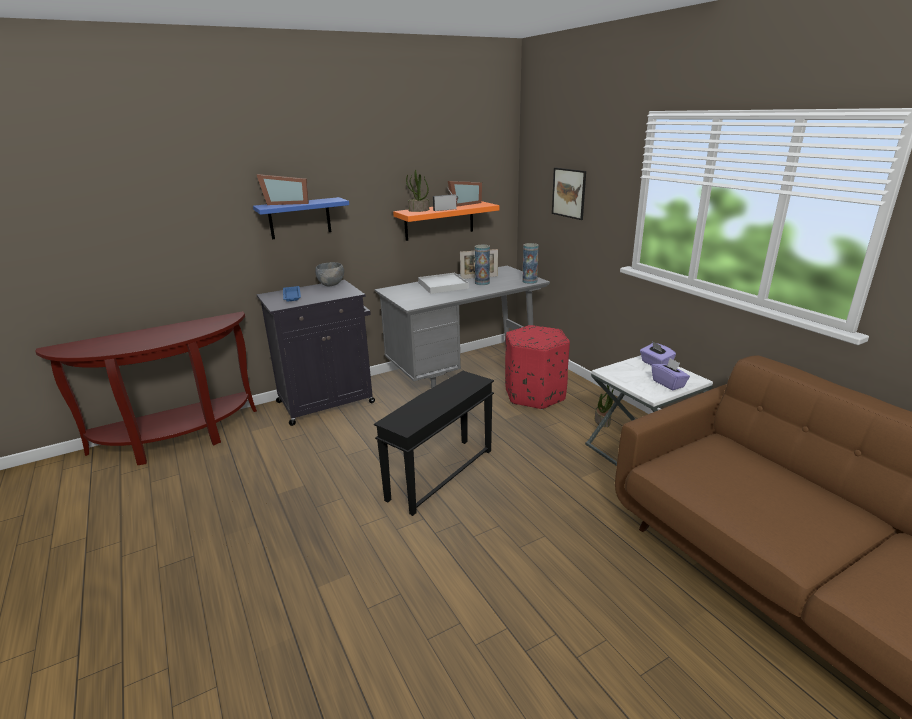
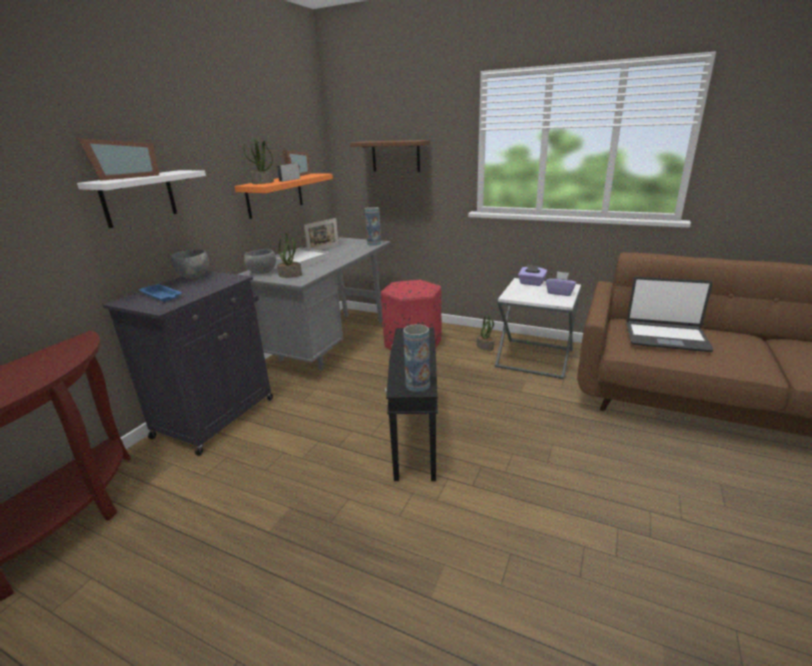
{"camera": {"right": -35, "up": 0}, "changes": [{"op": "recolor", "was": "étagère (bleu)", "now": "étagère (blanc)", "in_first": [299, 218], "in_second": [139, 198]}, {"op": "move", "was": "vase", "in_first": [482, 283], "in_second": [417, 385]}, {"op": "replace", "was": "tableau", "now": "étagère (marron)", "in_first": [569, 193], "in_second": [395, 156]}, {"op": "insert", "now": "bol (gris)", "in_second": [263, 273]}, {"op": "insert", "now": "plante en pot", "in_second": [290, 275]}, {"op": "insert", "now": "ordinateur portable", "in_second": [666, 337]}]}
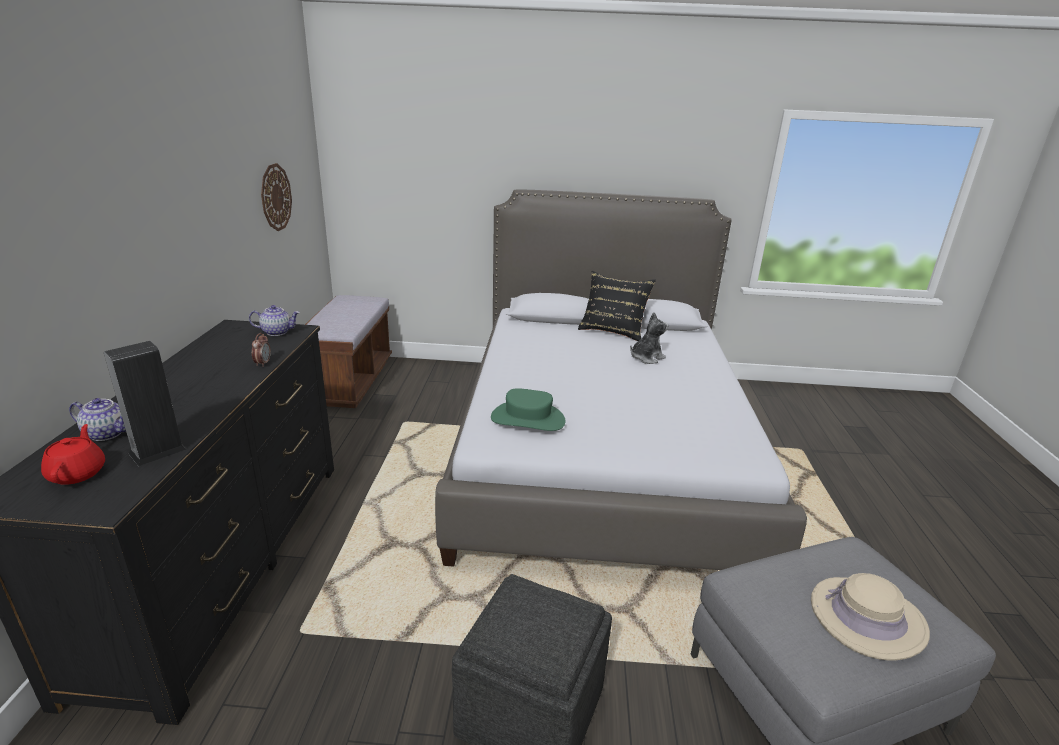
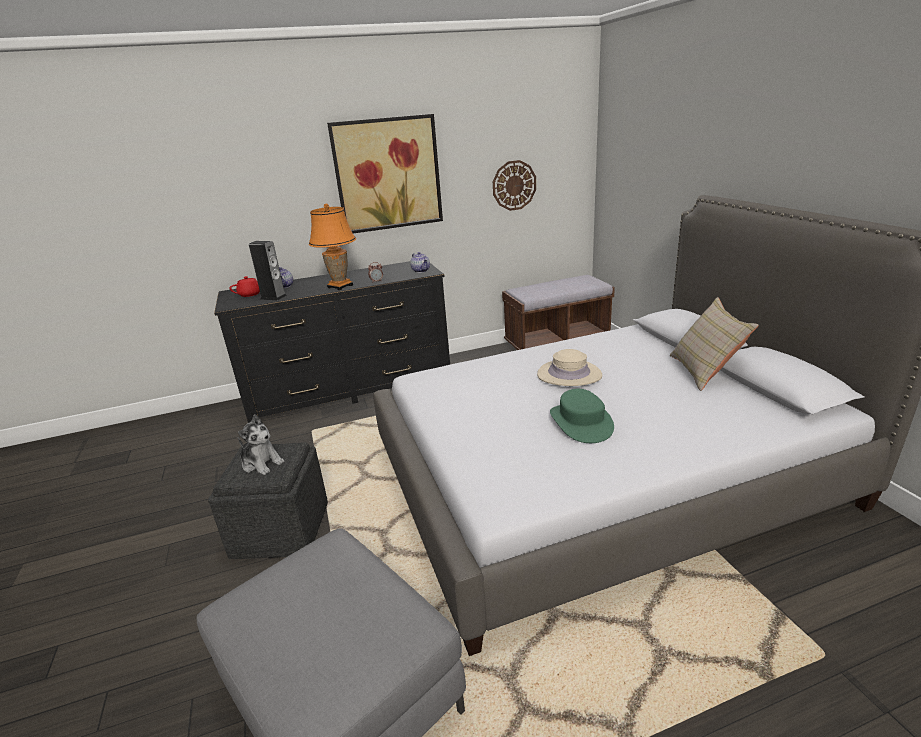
{"camera": {"right": 70, "up": 0}, "changes": [{"op": "move", "was": "chapeau (vert)", "in_first": [528, 419], "in_second": [581, 422]}, {"op": "recolor", "was": "coussin (noir)", "now": "coussin (beige)", "in_first": [613, 330], "in_second": [705, 371]}, {"op": "move", "was": "peluche", "in_first": [646, 358], "in_second": [262, 463]}, {"op": "move", "was": "chapeau (beige)", "in_first": [867, 618], "in_second": [569, 375]}, {"op": "insert", "now": "lampe de table (orange)", "in_second": [340, 286]}, {"op": "insert", "now": "tableau", "in_second": [388, 174]}]}
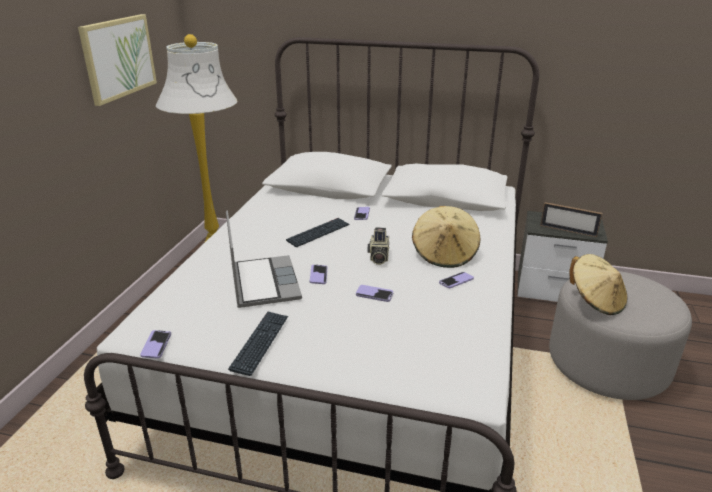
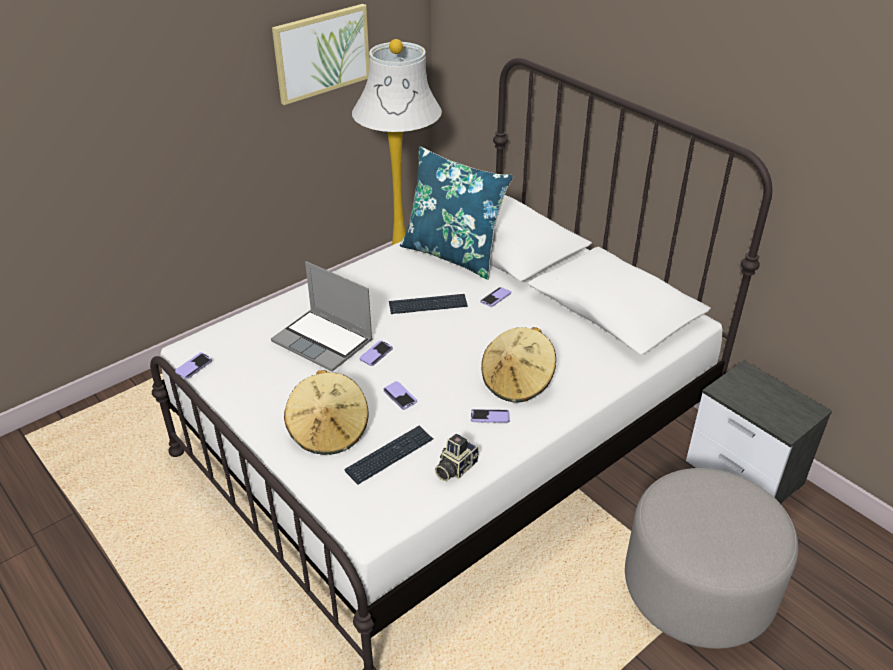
{"camera": {"right": 35, "up": 10}, "changes": [{"op": "rotate", "was": "ordinateur portable", "in_first": [263, 282], "in_second": [324, 341], "clockwise": 105}, {"op": "move", "was": "clavier", "in_first": [260, 343], "in_second": [390, 456]}, {"op": "move", "was": "appareil photo", "in_first": [378, 257], "in_second": [454, 468]}, {"op": "delete", "was": "cadre photo", "in_first": [568, 231]}, {"op": "move", "was": "chapeau (beige)", "in_first": [595, 301], "in_second": [329, 431]}, {"op": "insert", "now": "coussin (bleu)", "in_second": [453, 254]}]}
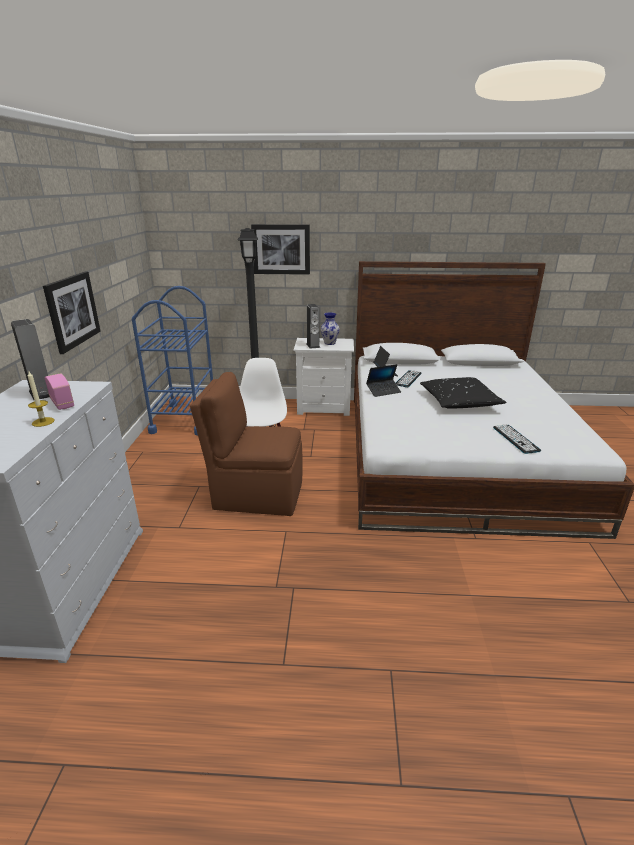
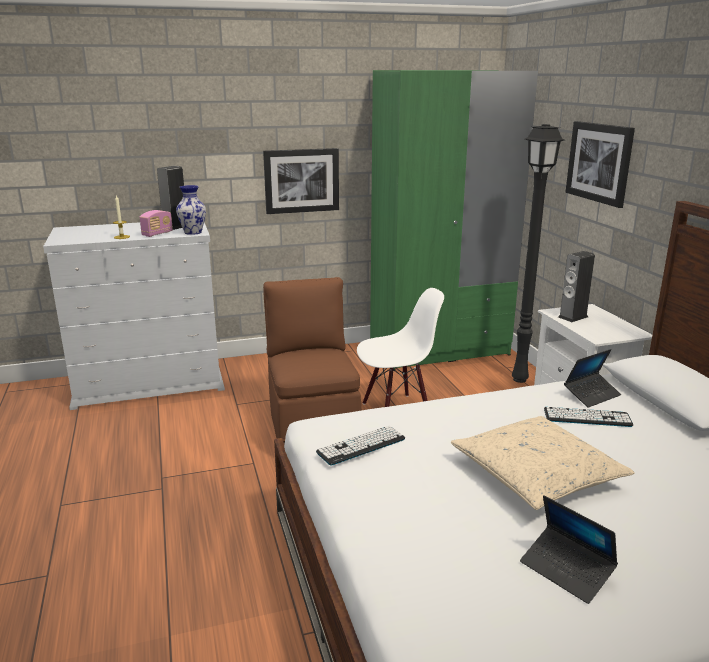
{"camera": {"right": 70, "up": -5}, "changes": [{"op": "replace", "was": "chariot (bleu)", "now": "armoire (vert)", "in_first": [185, 419], "in_second": [439, 349]}, {"op": "move", "was": "vase", "in_first": [329, 343], "in_second": [193, 232]}, {"op": "move", "was": "ordinateur portable", "in_first": [383, 391], "in_second": [566, 570]}, {"op": "recolor", "was": "coussin (noir)", "now": "coussin (beige)", "in_first": [459, 401], "in_second": [536, 474]}, {"op": "move", "was": "clavier", "in_first": [515, 439], "in_second": [361, 446]}]}
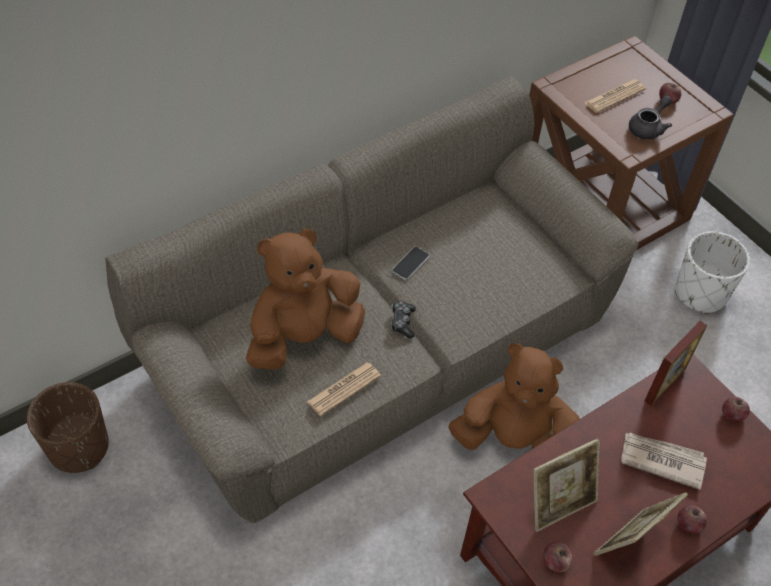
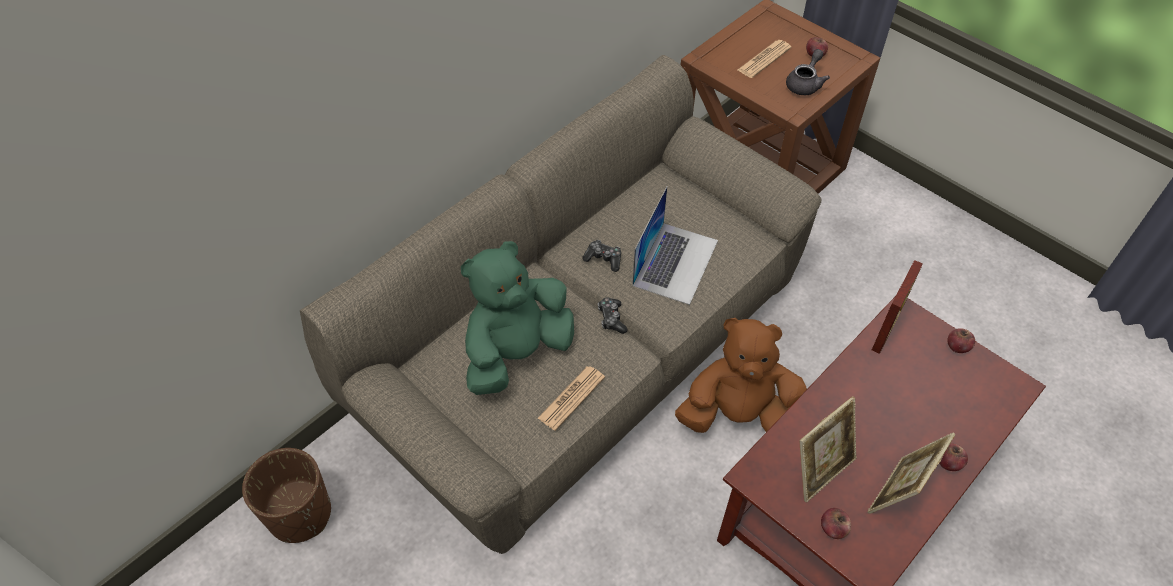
{"camera": {"right": -10, "up": 0}, "changes": [{"op": "recolor", "was": "peluche (marron)", "now": "peluche (vert)", "in_first": [304, 337], "in_second": [516, 353]}, {"op": "replace", "was": "téléphone", "now": "manette", "in_first": [410, 263], "in_second": [603, 259]}, {"op": "delete", "was": "journal", "in_first": [661, 460]}, {"op": "delete", "was": "cache-pot (blanc)", "in_first": [700, 293]}, {"op": "insert", "now": "ordinateur portable", "in_second": [675, 262]}]}
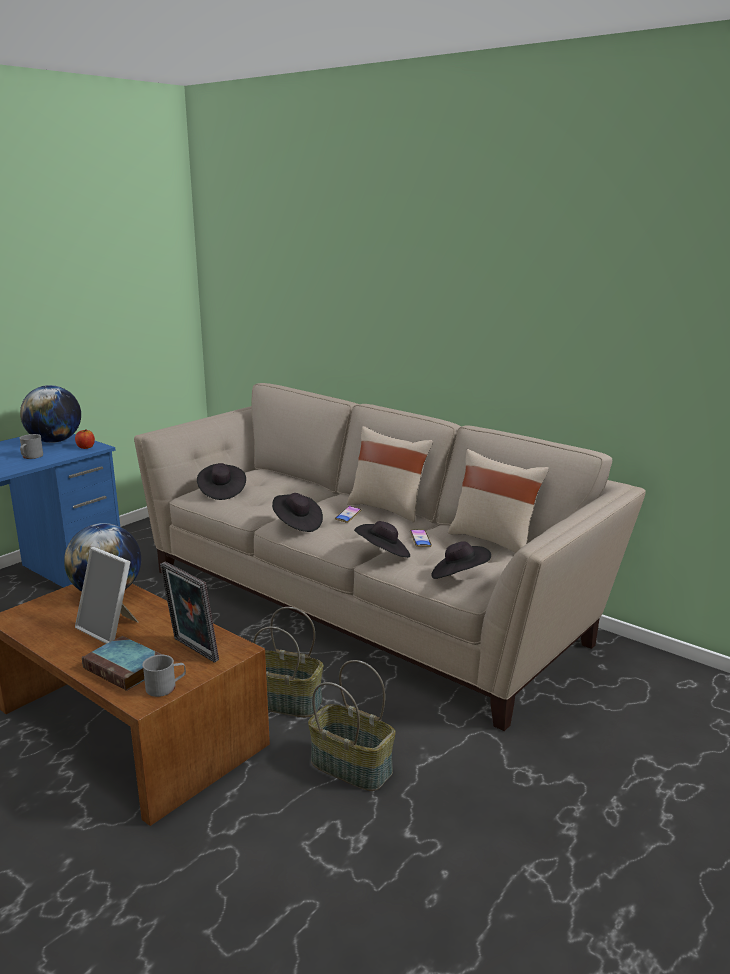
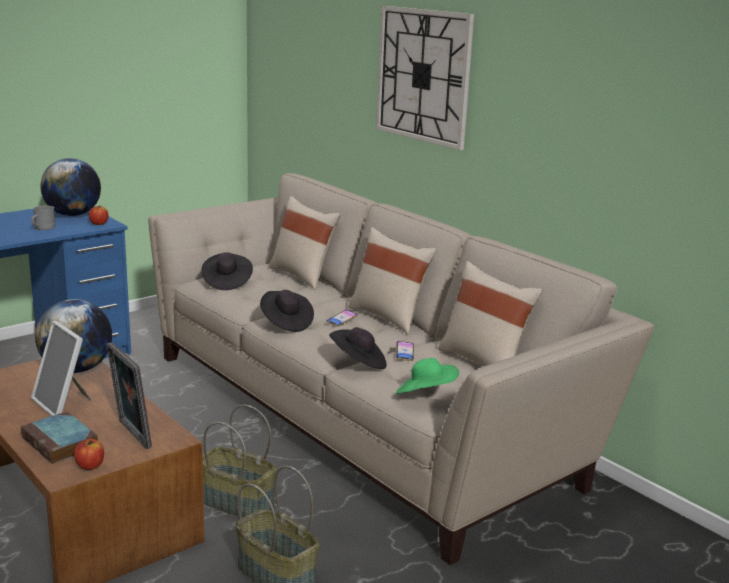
{"camera": {"right": 10, "up": 0}, "changes": [{"op": "replace", "was": "mug (gris)", "now": "pomme", "in_first": [166, 687], "in_second": [90, 465]}, {"op": "recolor", "was": "chapeau (noir)", "now": "chapeau (vert)", "in_first": [459, 576], "in_second": [425, 395]}, {"op": "insert", "now": "coussin (beige)", "in_second": [303, 276]}, {"op": "insert", "now": "horloge murale", "in_second": [423, 75]}]}
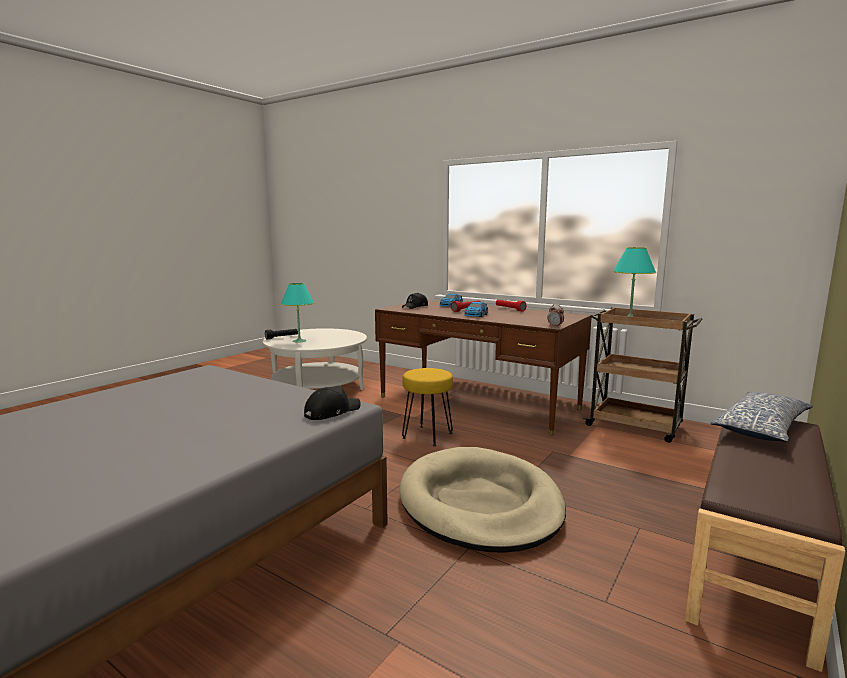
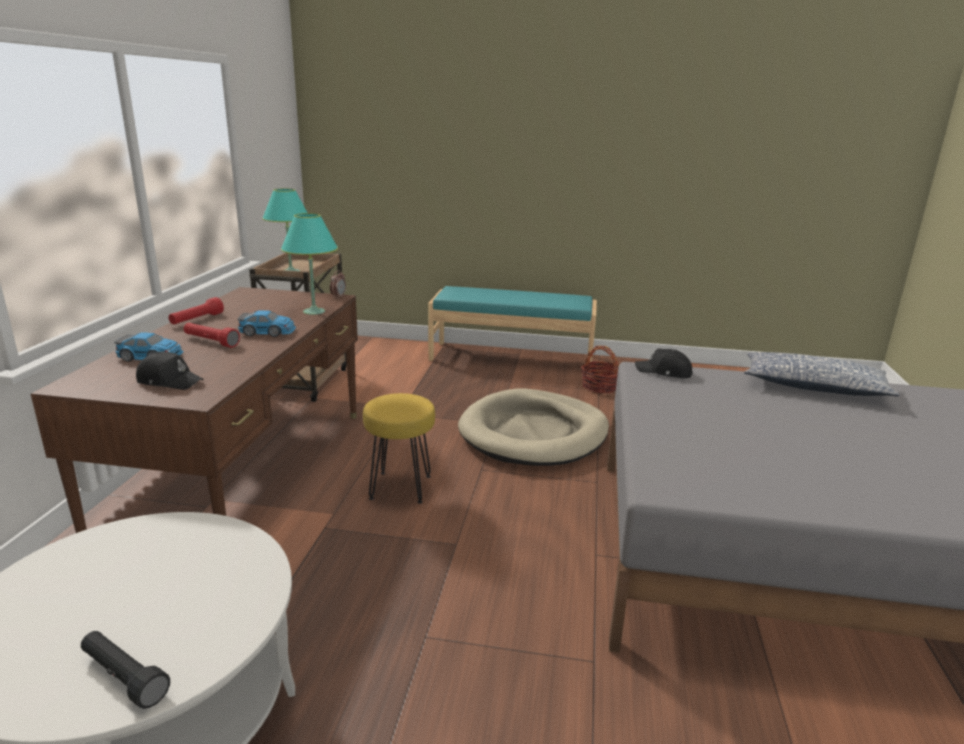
{"camera": {"right": -115, "up": 10}, "changes": [{"op": "move", "was": "lampe de table (turquoise)", "in_first": [299, 341], "in_second": [314, 311]}, {"op": "recolor", "was": "banc (marron)", "now": "banc (turquoise)", "in_first": [757, 556], "in_second": [511, 357]}, {"op": "move", "was": "coussin", "in_first": [762, 428], "in_second": [813, 387]}, {"op": "insert", "now": "panier", "in_second": [600, 386]}]}
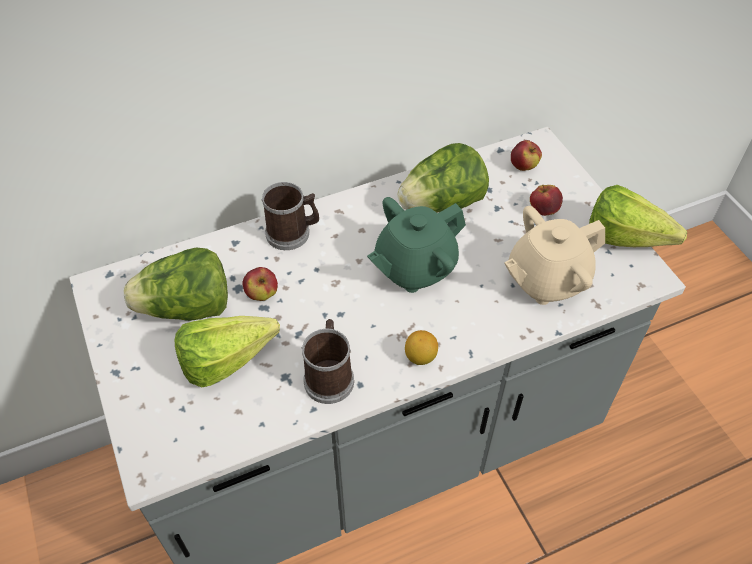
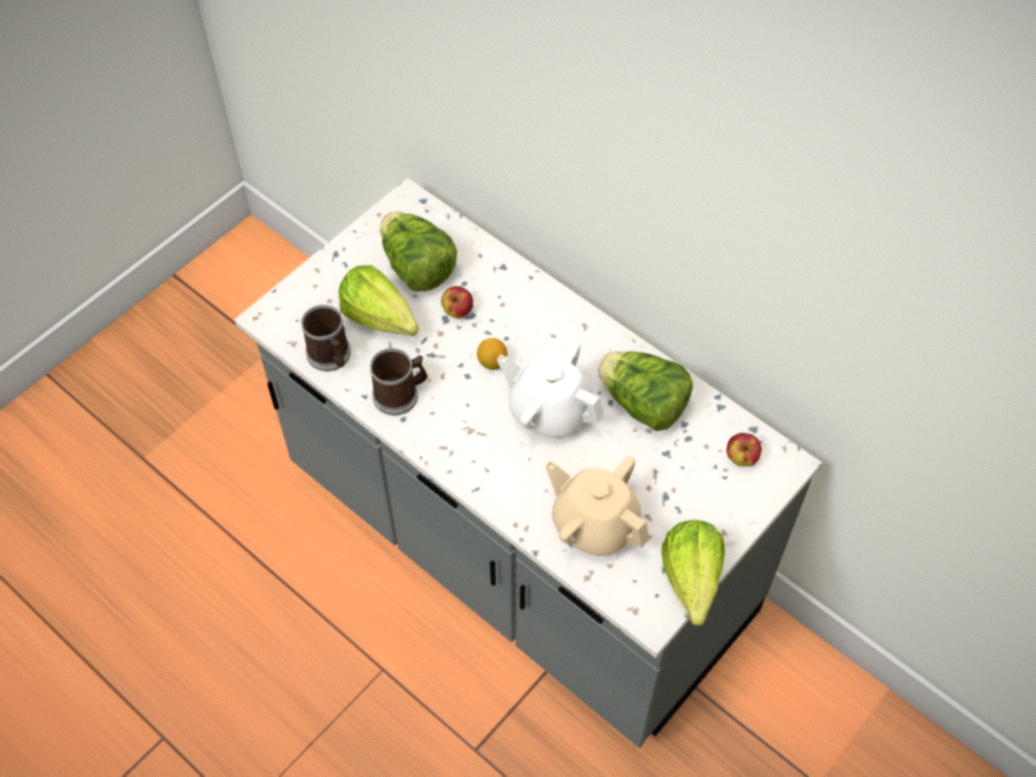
{"camera": {"right": 65, "up": 5}, "changes": [{"op": "move", "was": "mug", "in_first": [293, 233], "in_second": [331, 356]}, {"op": "recolor", "was": "théière (vert)", "now": "théière (blanc)", "in_first": [414, 267], "in_second": [549, 411]}, {"op": "move", "was": "citron", "in_first": [420, 357], "in_second": [492, 362]}, {"op": "delete", "was": "pomme", "in_first": [543, 210]}]}
